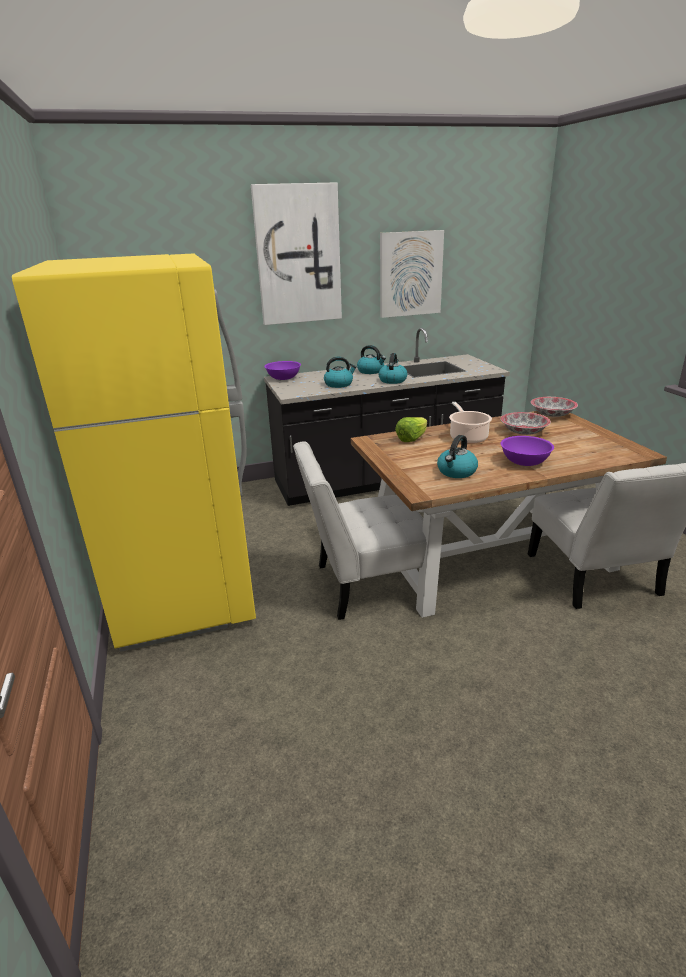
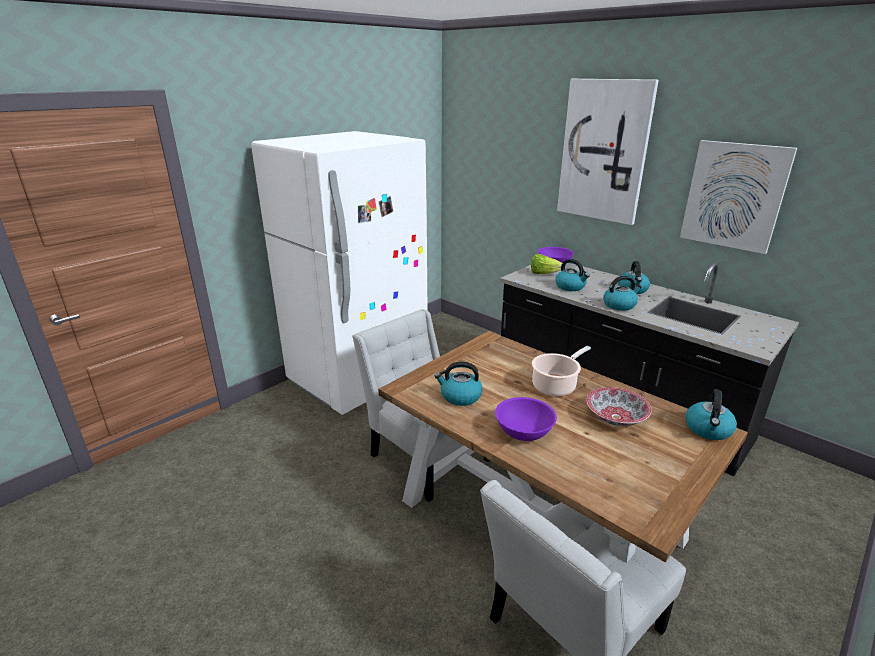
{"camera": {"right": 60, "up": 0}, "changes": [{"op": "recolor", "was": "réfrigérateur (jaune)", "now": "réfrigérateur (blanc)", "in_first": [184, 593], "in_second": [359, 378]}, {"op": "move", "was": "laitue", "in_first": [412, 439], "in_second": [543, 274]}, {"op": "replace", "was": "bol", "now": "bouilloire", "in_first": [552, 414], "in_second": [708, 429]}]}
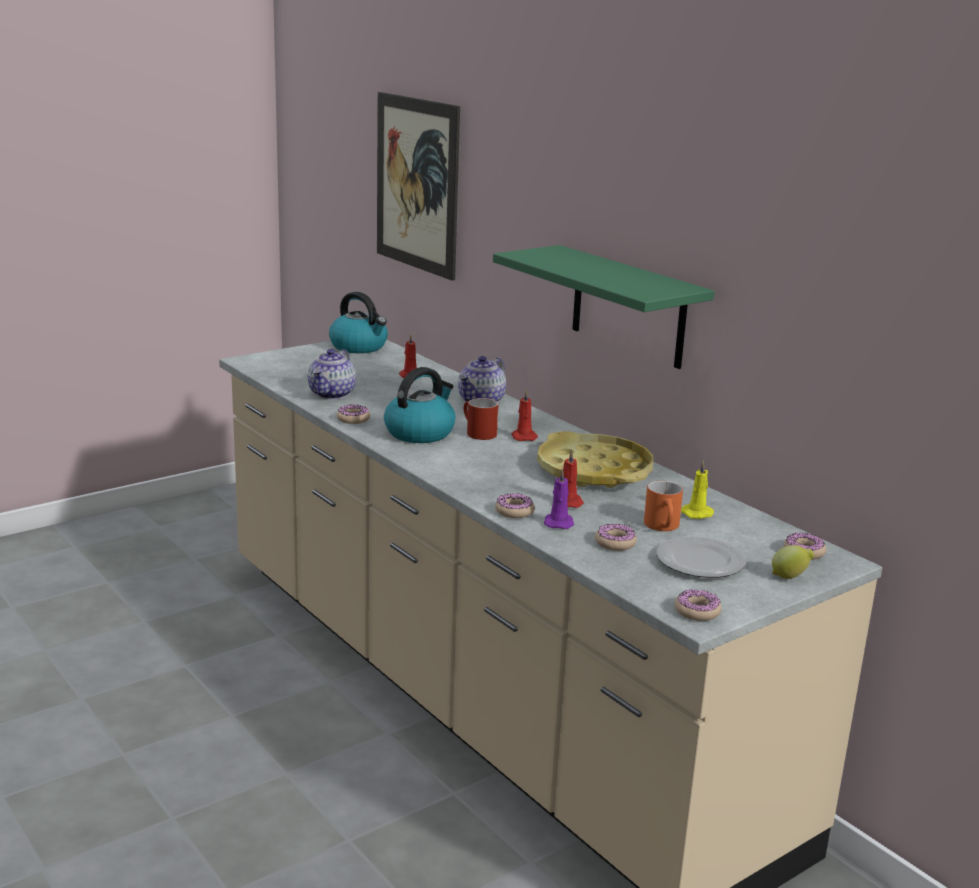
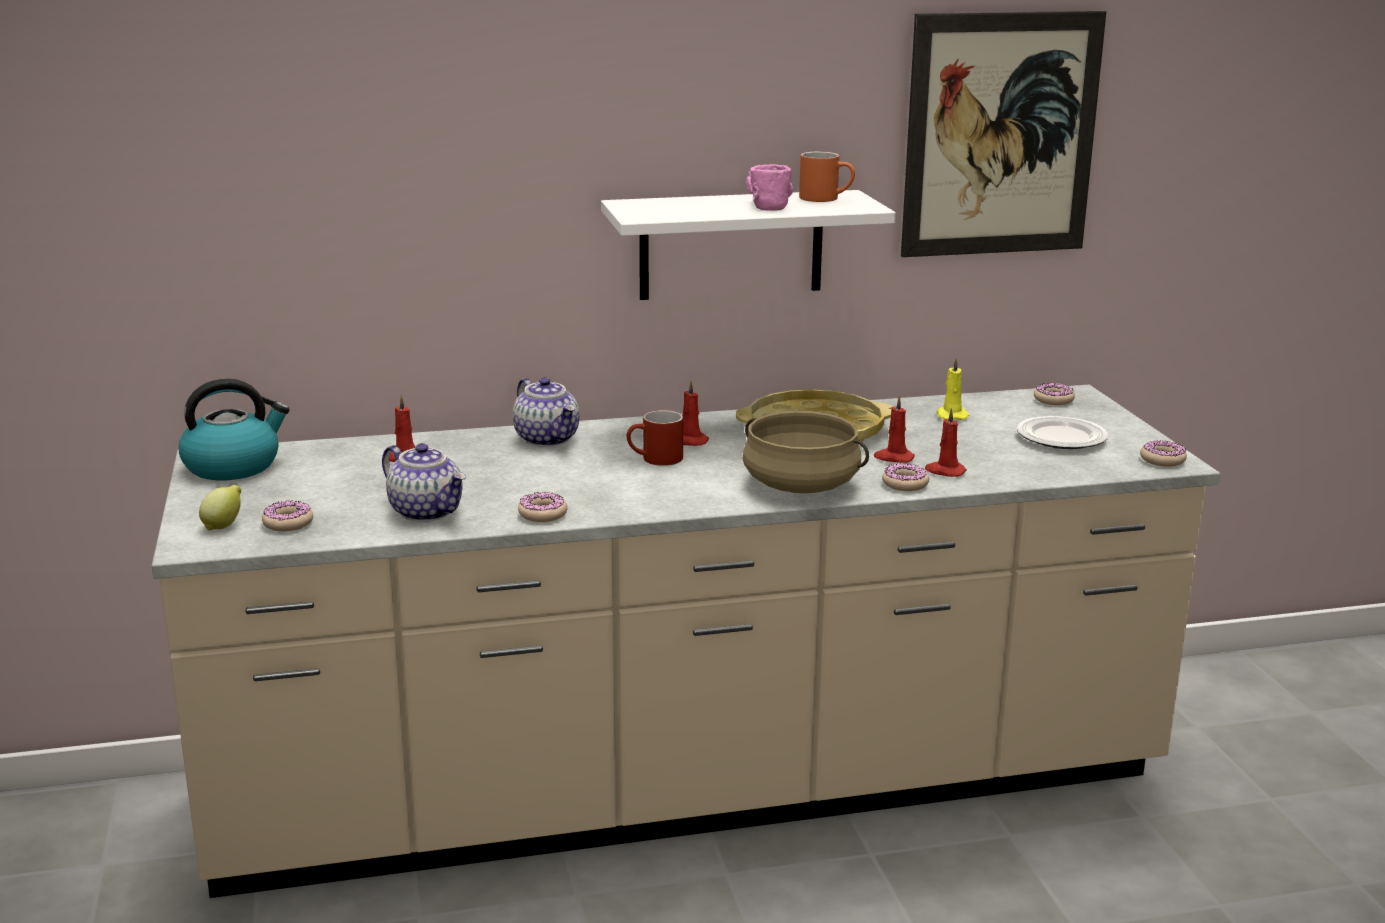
{"camera": {"right": -65, "up": 0}, "changes": [{"op": "move", "was": "tableau", "in_first": [417, 184], "in_second": [1001, 135]}, {"op": "delete", "was": "bouilloire", "in_first": [420, 432]}, {"op": "recolor", "was": "étagère (vert)", "now": "étagère (blanc)", "in_first": [628, 307], "in_second": [731, 245]}, {"op": "recolor", "was": "bougie (violet)", "now": "bougie (rouge)", "in_first": [558, 522], "in_second": [944, 471]}, {"op": "move", "was": "beignet", "in_first": [615, 543], "in_second": [288, 523]}, {"op": "move", "was": "mug (orange)", "in_first": [664, 527], "in_second": [826, 198]}, {"op": "move", "was": "citron", "in_first": [790, 577], "in_second": [224, 526]}, {"op": "insert", "now": "marmite (beige)", "in_second": [801, 485]}, {"op": "insert", "now": "mug (rose)", "in_second": [762, 205]}]}
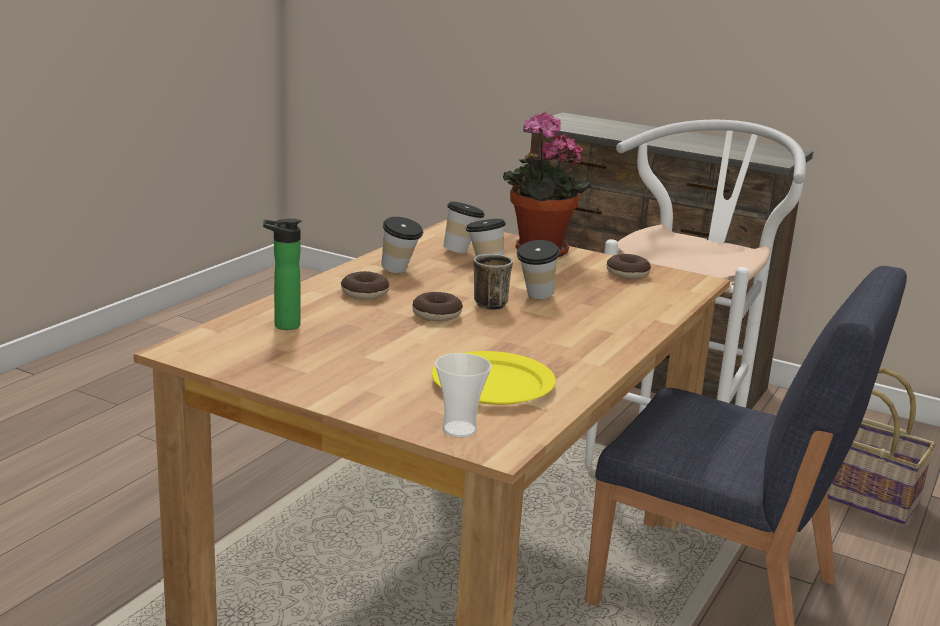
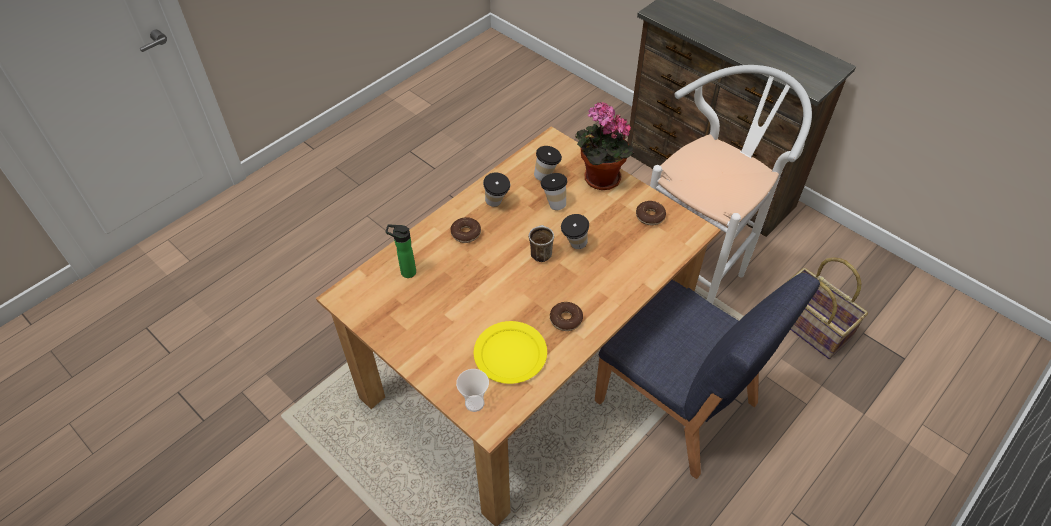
{"camera": {"right": 15, "up": 30}, "changes": [{"op": "move", "was": "beignet", "in_first": [437, 315], "in_second": [566, 319]}]}
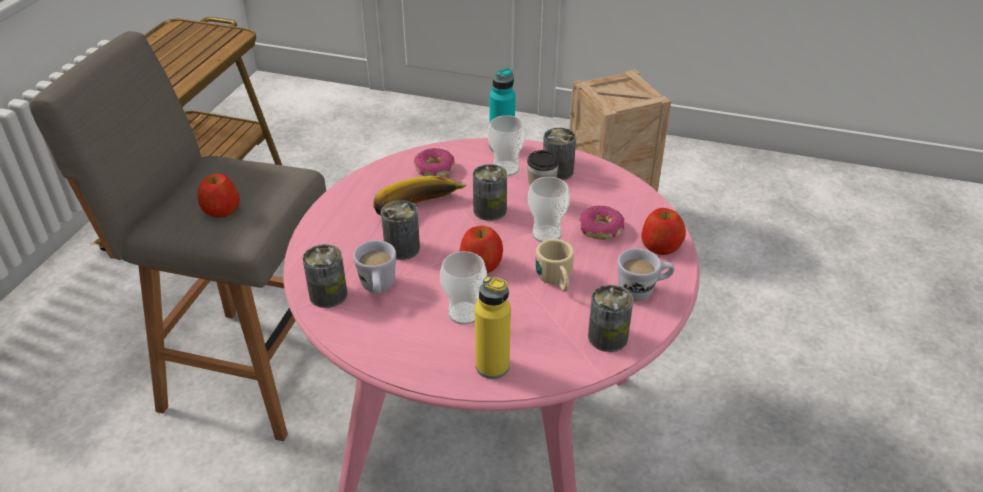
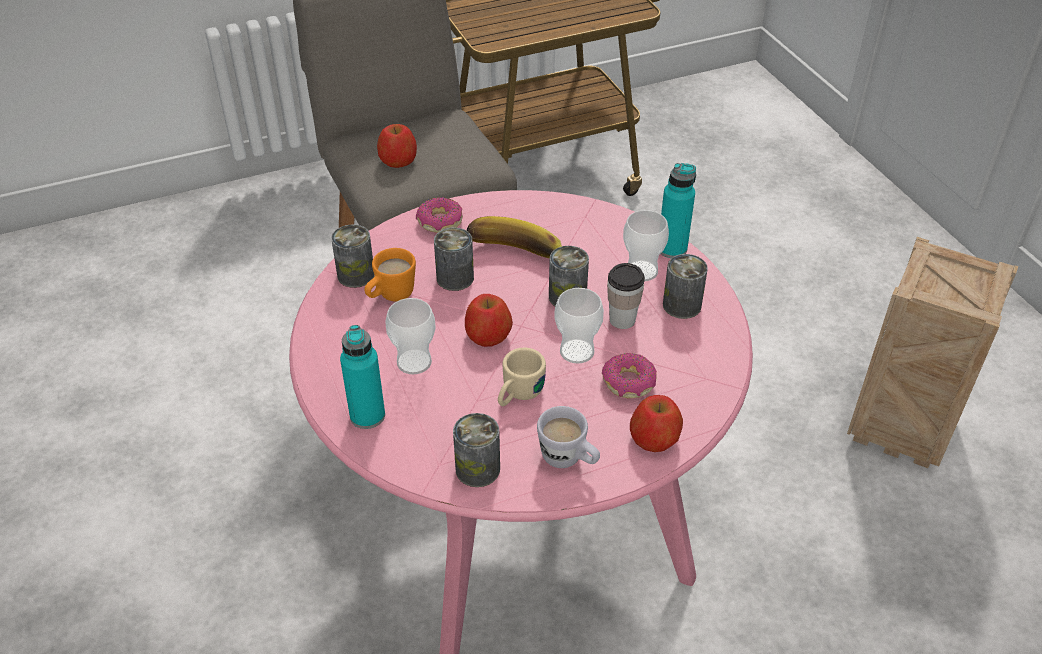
{"camera": {"right": 50, "up": 5}, "changes": [{"op": "recolor", "was": "mug (blanc)", "now": "mug (orange)", "in_first": [378, 289], "in_second": [390, 296]}, {"op": "move", "was": "beignet", "in_first": [434, 169], "in_second": [440, 222]}, {"op": "recolor", "was": "bouteille (jaune)", "now": "bouteille (turquoise)", "in_first": [492, 366], "in_second": [367, 416]}]}
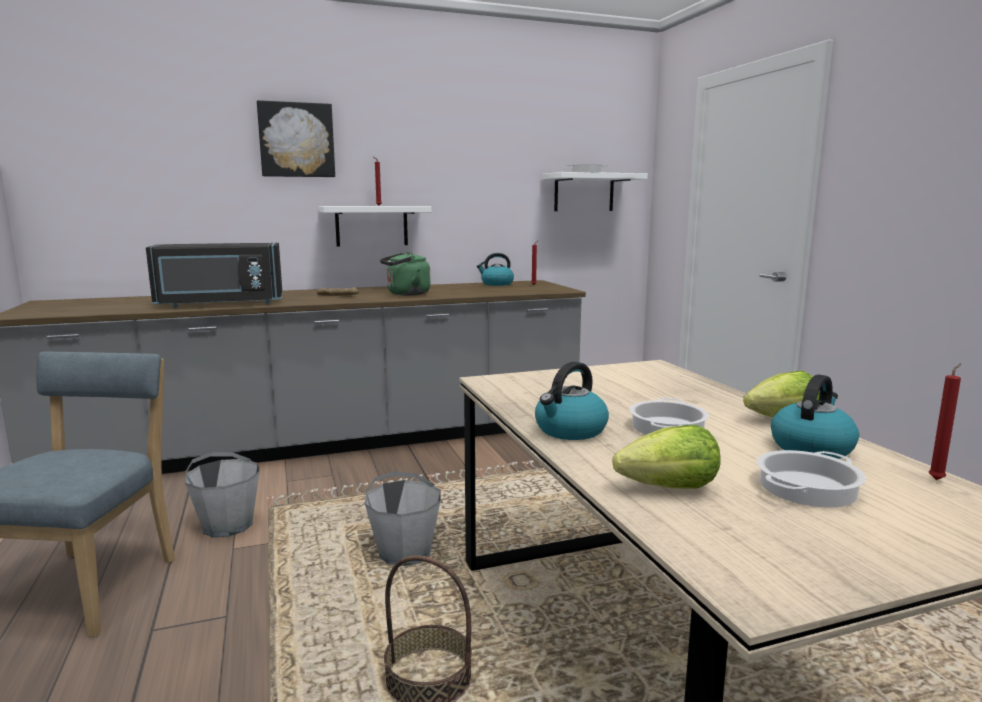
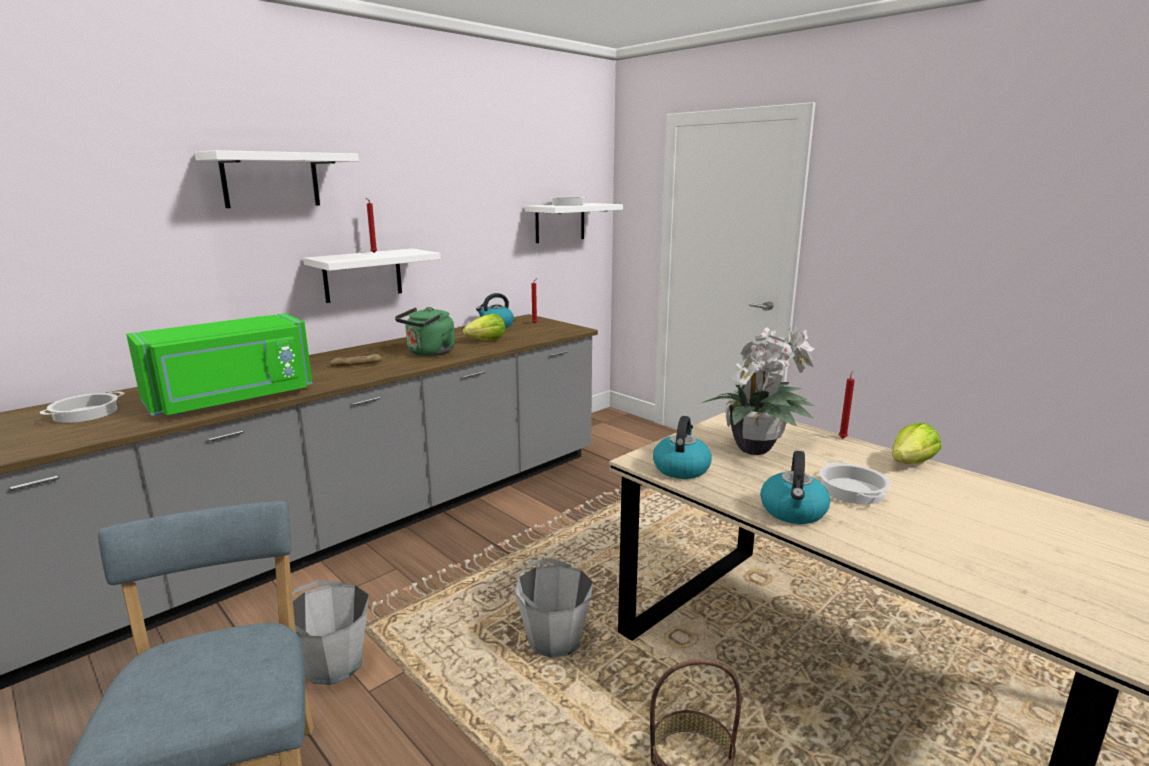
{"camera": {"right": -25, "up": 5}, "changes": [{"op": "recolor", "was": "micro-ondes (noir)", "now": "micro-ondes (vert)", "in_first": [220, 304], "in_second": [232, 399]}, {"op": "replace", "was": "tableau", "now": "étagère (blanc)", "in_first": [296, 140], "in_second": [271, 180]}, {"op": "move", "was": "laitue", "in_first": [670, 488], "in_second": [487, 341]}, {"op": "move", "was": "marmite", "in_first": [808, 488], "in_second": [86, 414]}, {"op": "move", "was": "bouilloire", "in_first": [811, 447], "in_second": [681, 468]}, {"op": "move", "was": "bougie (rouge)", "in_first": [937, 479], "in_second": [843, 438]}, {"op": "insert", "now": "plante en pot", "in_second": [757, 449]}]}
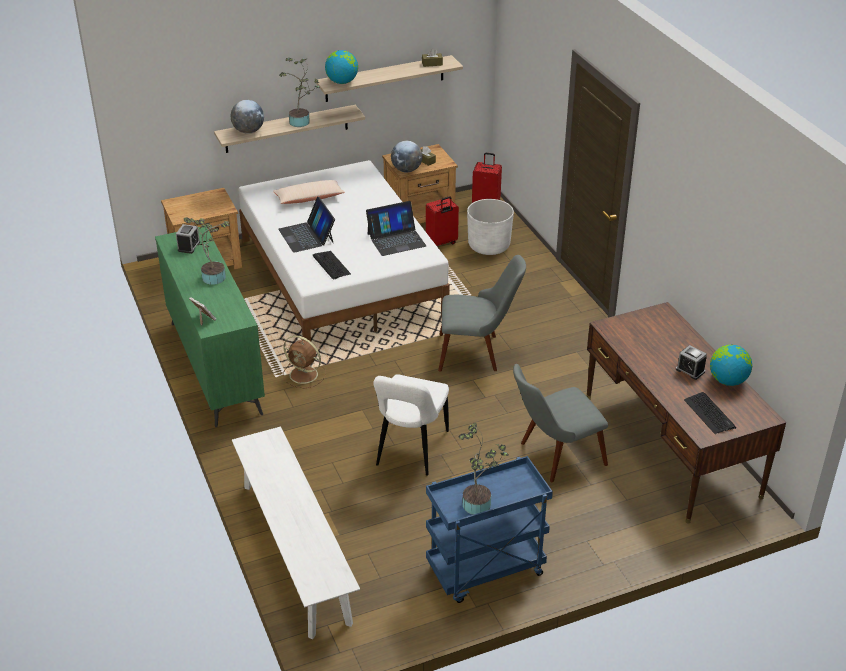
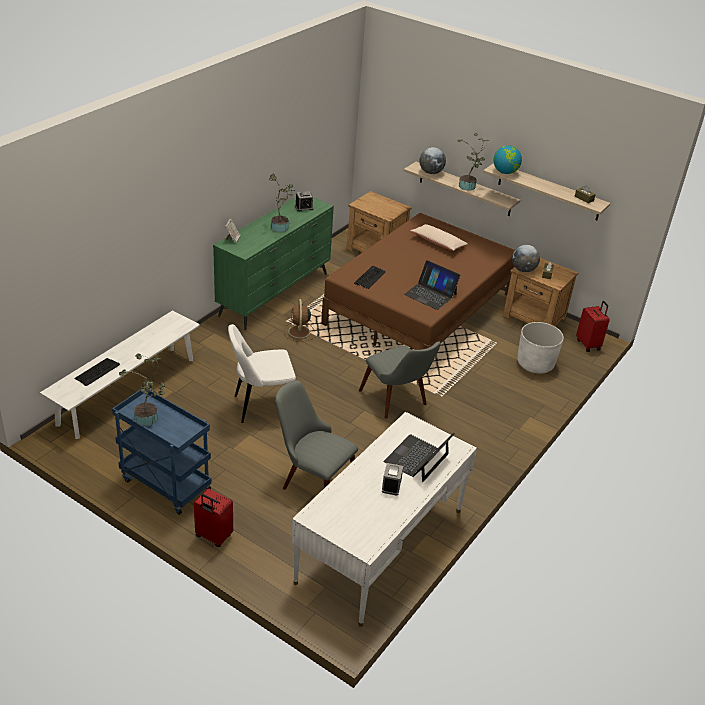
{"camera": {"right": 55, "up": 0}, "changes": [{"op": "recolor", "was": "lit (blanc)", "now": "lit (marron)", "in_first": [341, 277], "in_second": [419, 309]}, {"op": "move", "was": "ordinateur portable", "in_first": [307, 236], "in_second": [417, 458]}, {"op": "move", "was": "valise (rouge)", "in_first": [441, 243], "in_second": [213, 536]}, {"op": "recolor", "was": "bureau (marron)", "now": "bureau (blanc)", "in_first": [670, 445], "in_second": [380, 545]}, {"op": "move", "was": "clavier", "in_first": [709, 413], "in_second": [97, 372]}, {"op": "delete", "was": "globe", "in_first": [727, 380]}]}
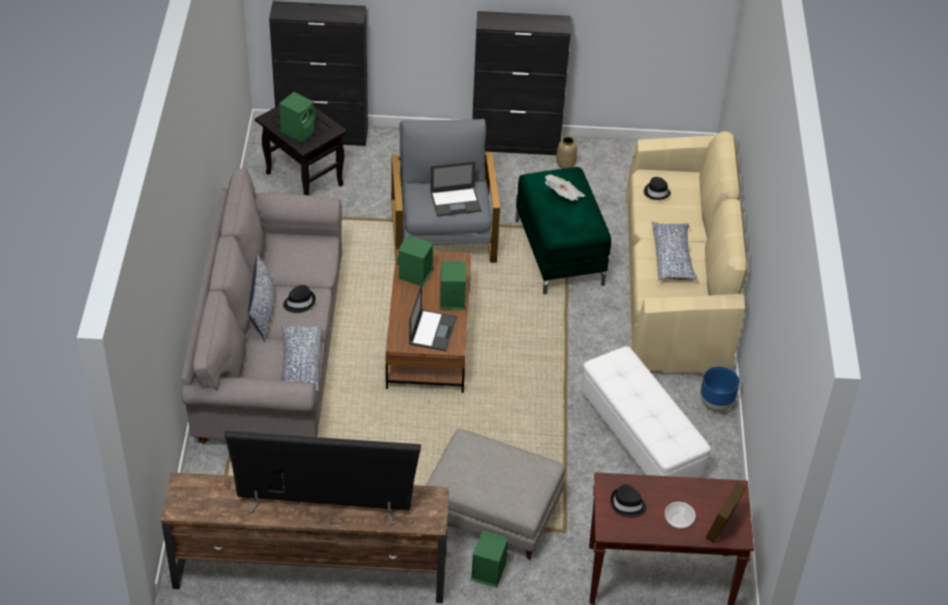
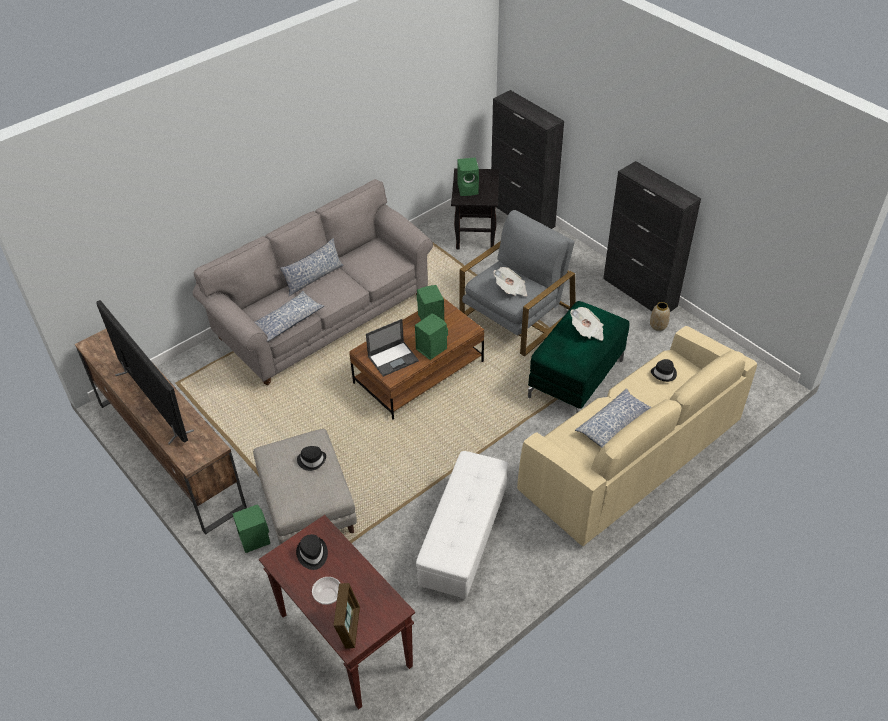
{"camera": {"right": 50, "up": 0}, "changes": [{"op": "move", "was": "chapeau (noir)", "in_first": [299, 302], "in_second": [312, 460]}, {"op": "replace", "was": "ordinateur portable", "now": "journal", "in_first": [456, 201], "in_second": [511, 289]}, {"op": "delete", "was": "cache-pot (bleu)", "in_first": [716, 404]}, {"op": "rotate", "was": "cadre photo", "in_first": [722, 527], "in_second": [349, 627], "clockwise": 105}]}
